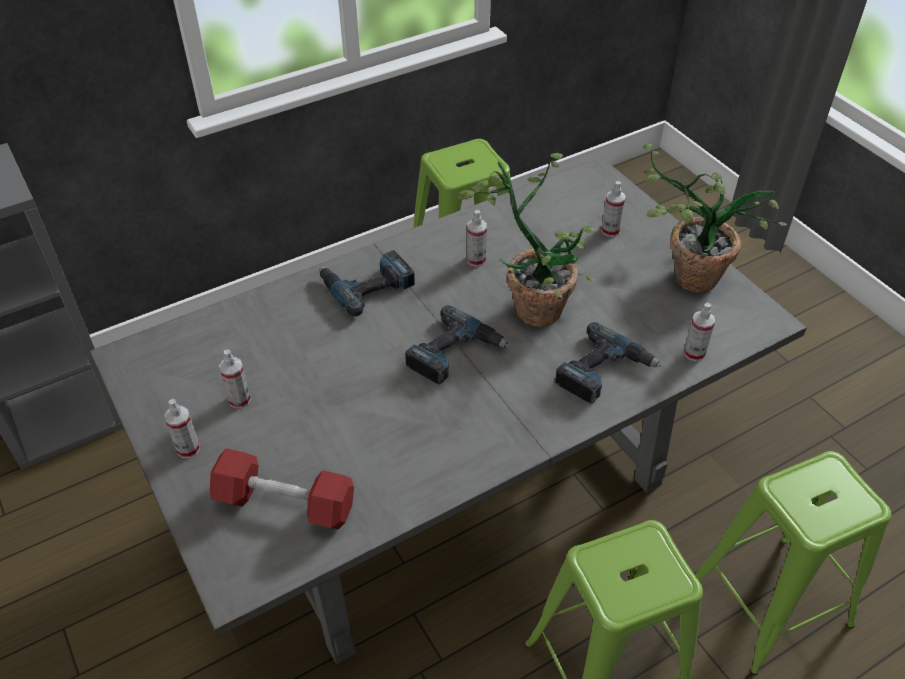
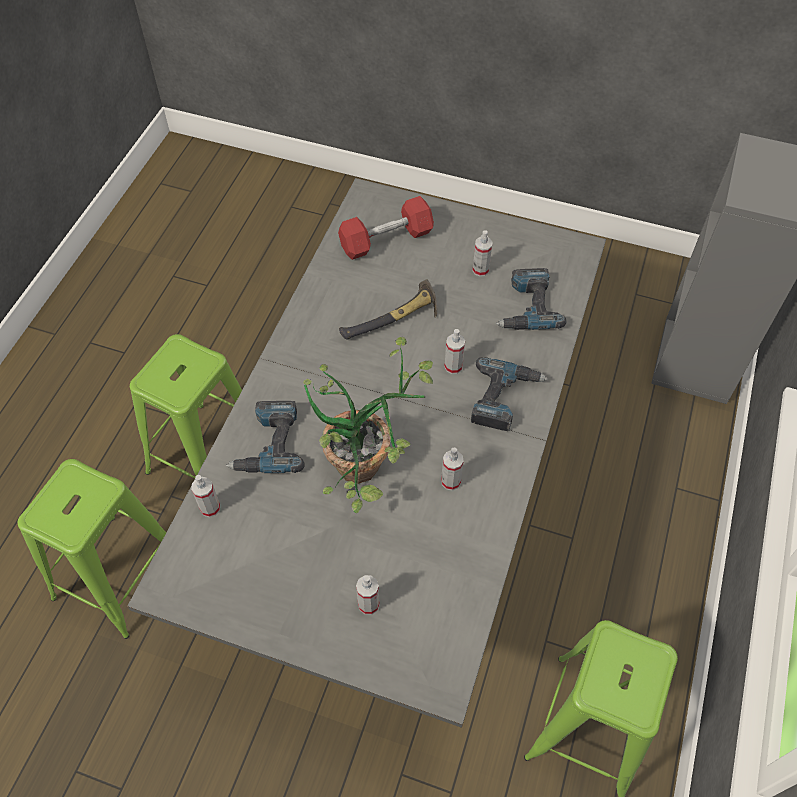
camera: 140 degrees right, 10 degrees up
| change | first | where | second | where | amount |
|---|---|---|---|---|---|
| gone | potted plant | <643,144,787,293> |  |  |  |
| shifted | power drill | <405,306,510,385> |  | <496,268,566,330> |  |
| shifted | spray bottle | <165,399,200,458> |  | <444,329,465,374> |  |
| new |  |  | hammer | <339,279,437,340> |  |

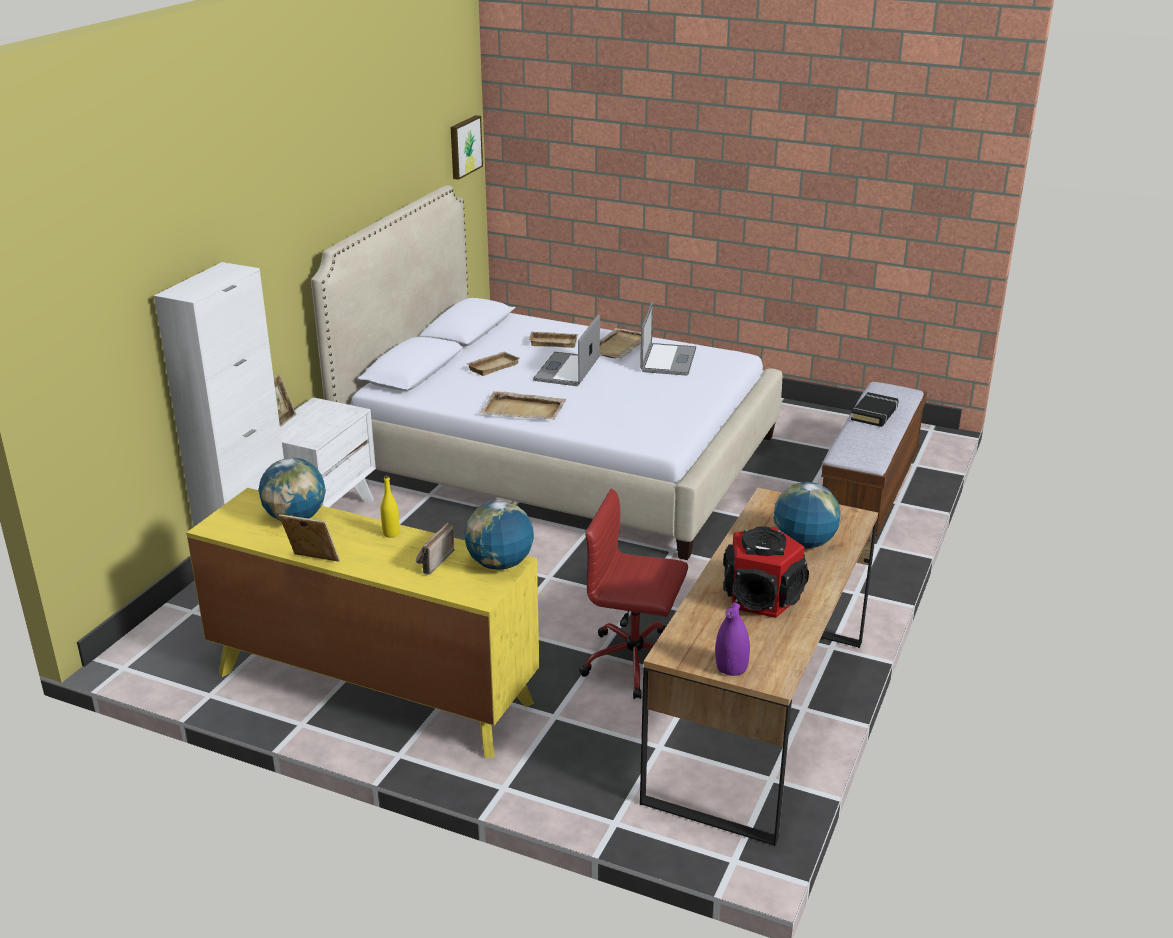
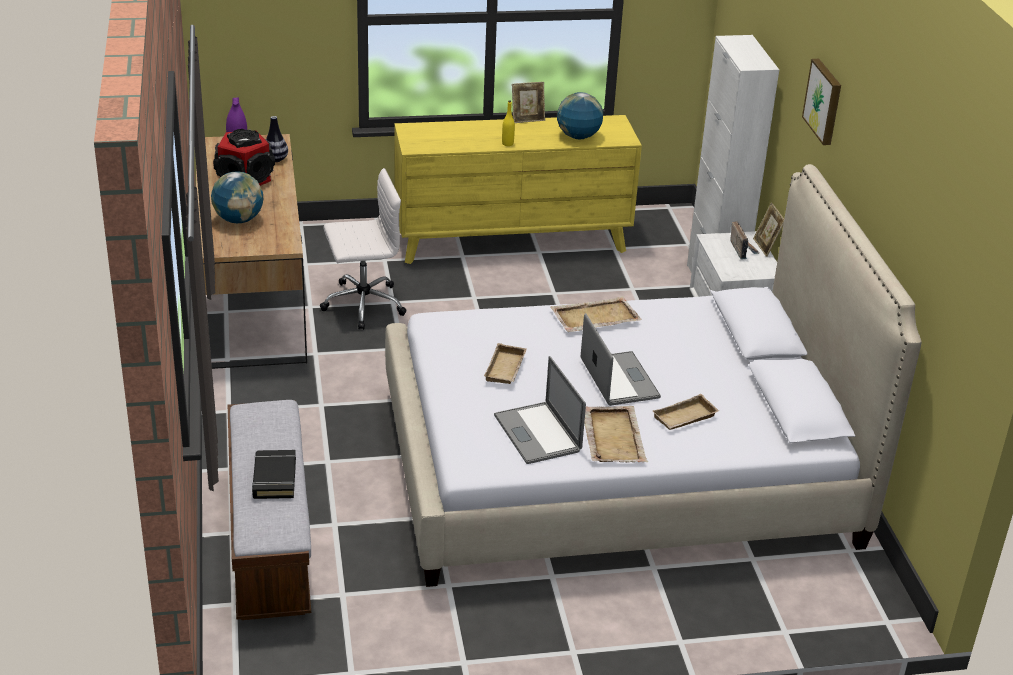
camera: 145 degrees right, 5 degrees up
| change | first | where | second | where | amount |
|---|---|---|---|---|---|
| shifted | picture | <451,115,483,180> |  | <802,59,841,145> |  |
| shifted | beige tray | <467,352,519,376> |  | <484,343,527,384> |  |
| repainted | red office chair | <579,489,688,699> | white office chair | <320,168,407,330> |  |
| gone | globe | <464,500,534,570> |  |  |  |
| shifted | radio | <416,523,455,575> |  | <730,221,760,260> |  |
| new |  |  | vase | <266,116,288,162> |  |

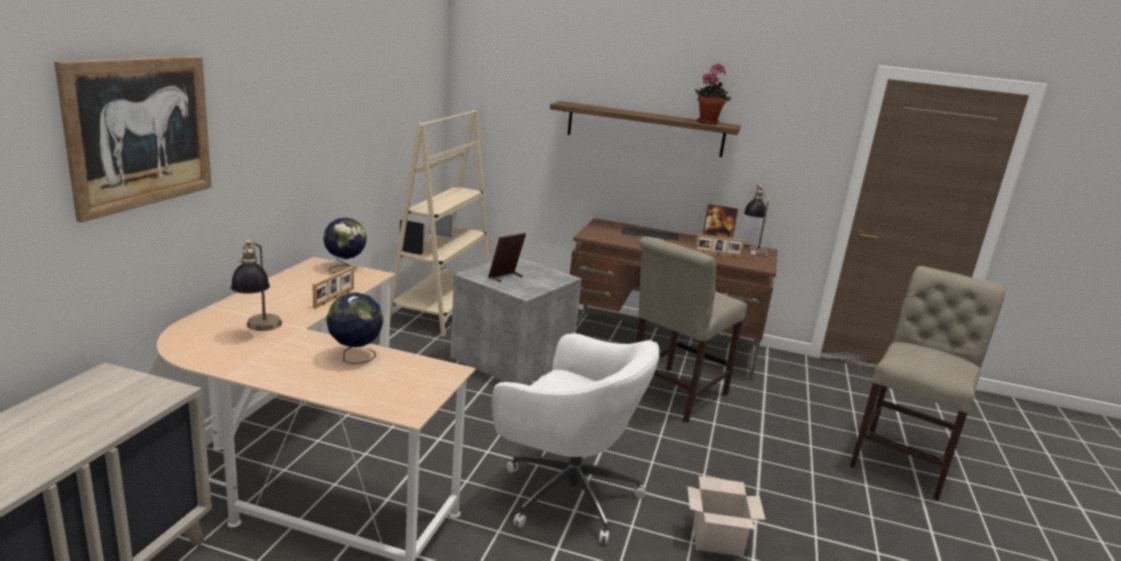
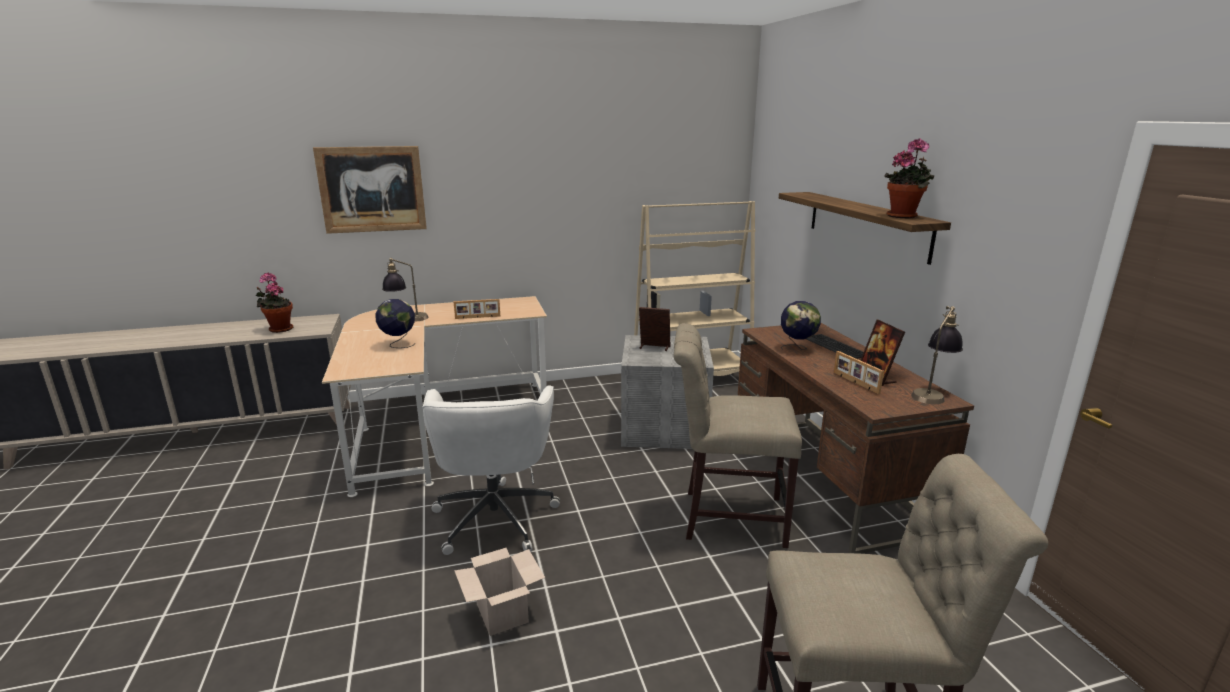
camera: 60 degrees right, 0 degrees up
| change | first | where | second | where | amount |
|---|---|---|---|---|---|
| shifted | globe | <323,217,367,274> |  | <781,301,821,350> |  |
| new |  |  | potted plant | <256,273,293,333> |  |

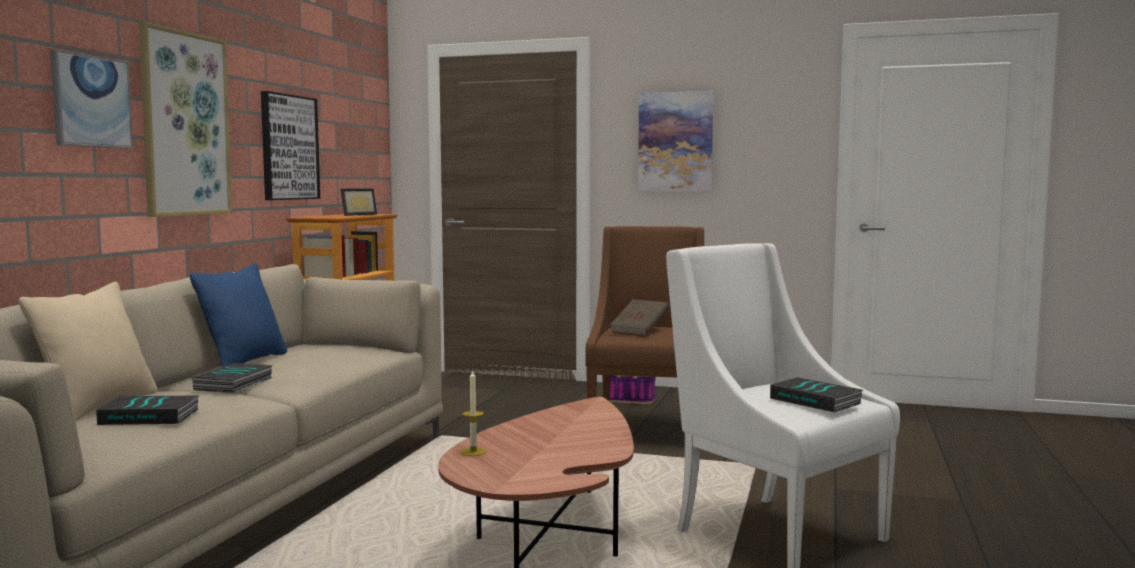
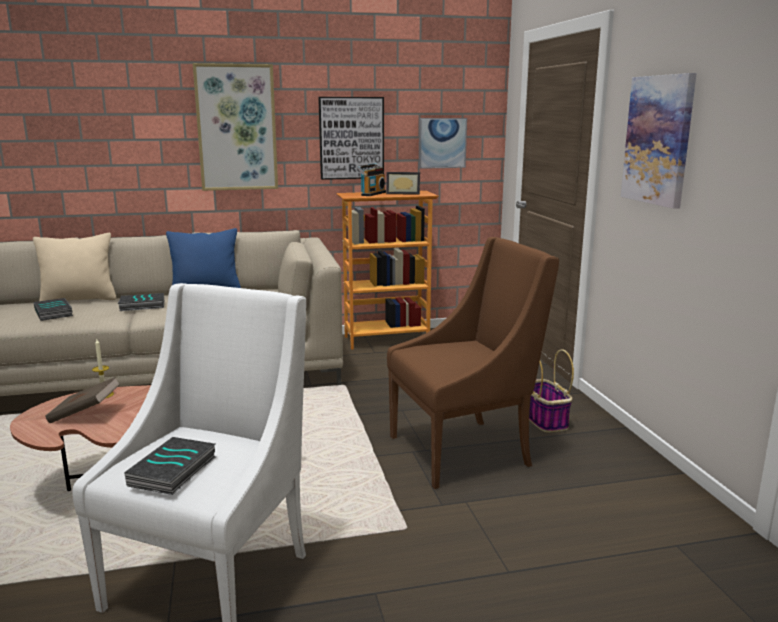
camera: 60 degrees right, 10 degrees up
| change | first | where | second | where | amount |
|---|---|---|---|---|---|
| shifted | picture | <50,49,133,149> |  | <419,118,467,169> |  |
| shifted | brown book | <610,299,669,335> |  | <45,377,120,423> |  |
| new |  |  | radio | <357,163,386,196> |  |

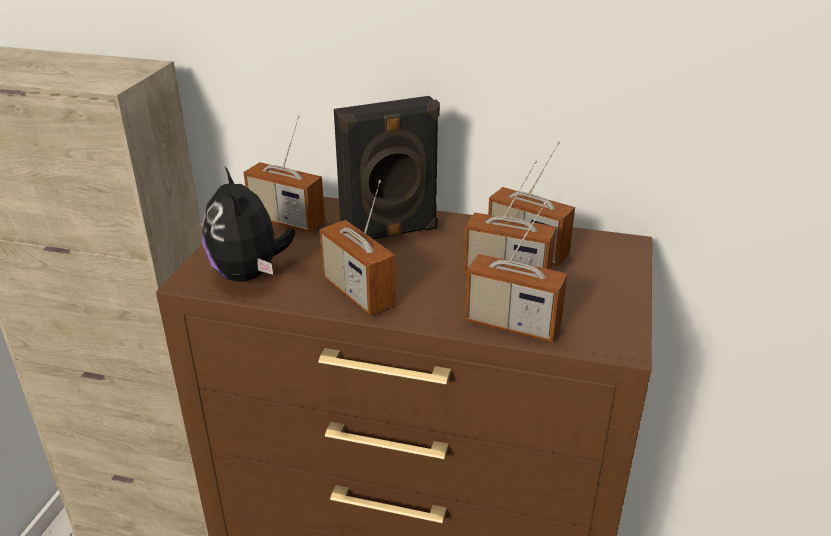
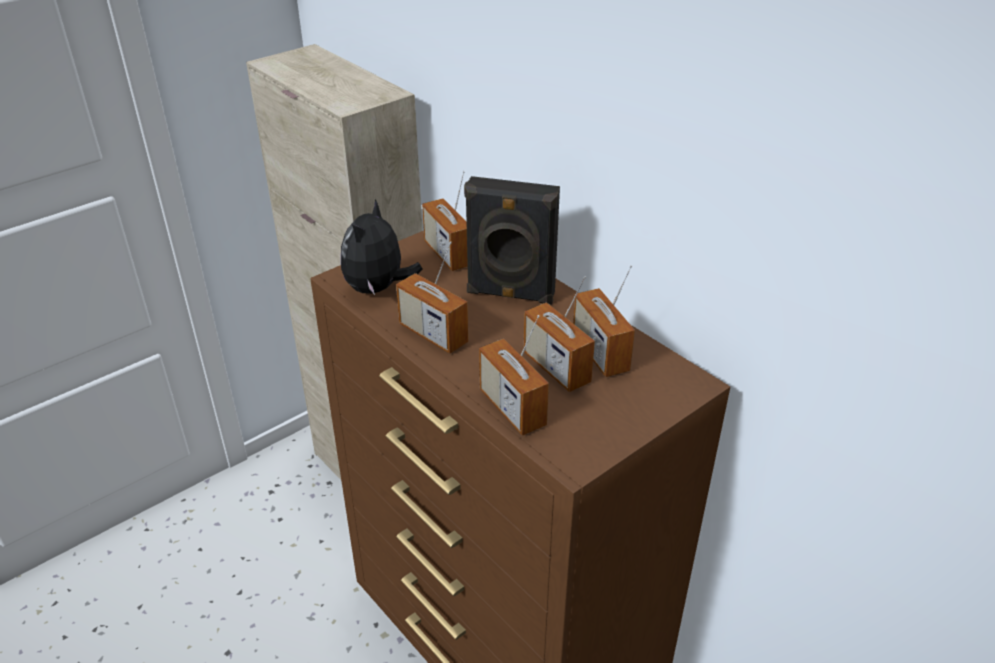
camera: 35 degrees right, 5 degrees up
| change | first | where | second | where | amount |
|---|---|---|---|---|---|
| rotated | radio | <320,180,396,316> |  | <396,241,468,353> | 45 degrees counterclockwise |

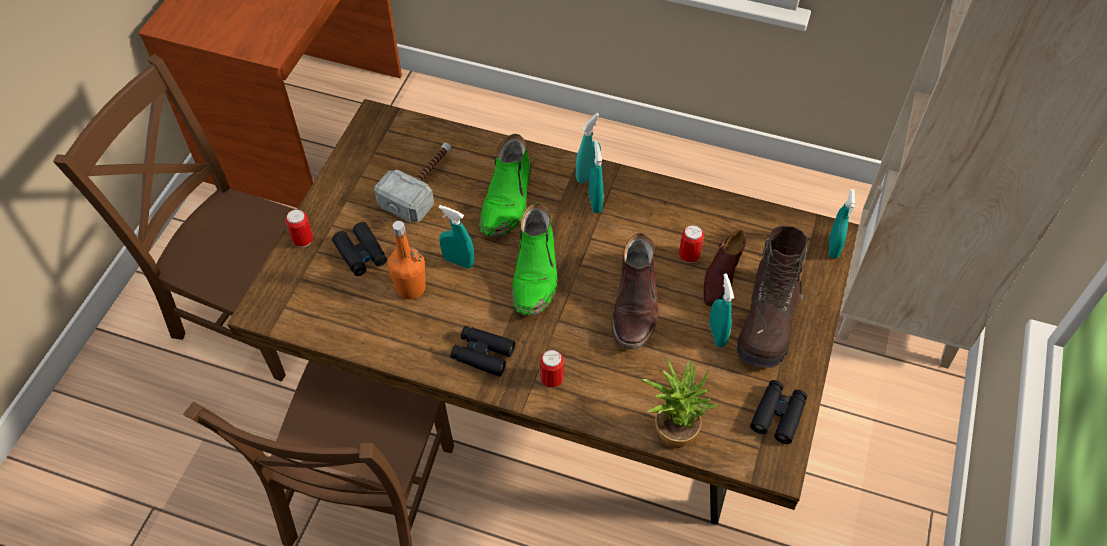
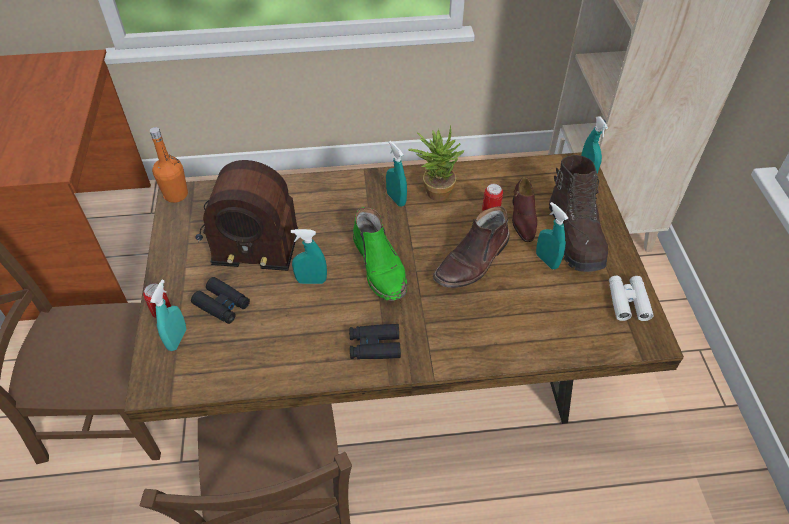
camera: 25 degrees left, 5 degrees down
| change | first | where | second | where | amount |
|---|---|---|---|---|---|
| shifted | turquoise spray bottle | <576,113,601,183> |  | <150,280,186,351> |  |
| gone | green boot | <479,134,531,237> |  |  |  |
| swapped | hammer | <374,143,451,223> | radio | <195,160,298,271> |  |
| shifted | orange bottle | <388,221,426,300> |  | <150,127,188,203> |  |
| rotated | brown boot | <611,233,658,349> |  | <433,206,510,288> | 60 degrees clockwise |
| gone | can | <540,350,564,388> |  |  |  |
| shifted | potted plant | <642,357,718,448> |  | <408,126,465,201> |  |
| repainted | black binoculars | <750,380,807,444> | white binoculars | <609,276,654,321> |  |

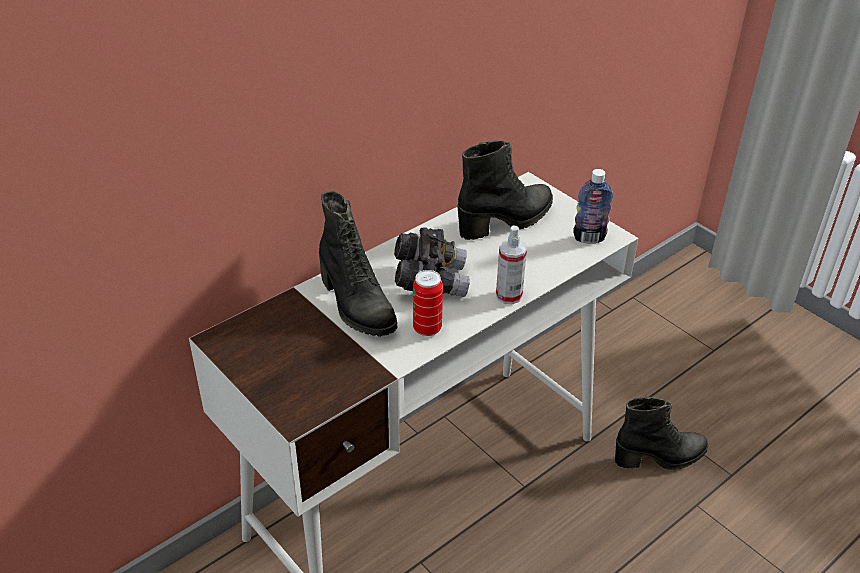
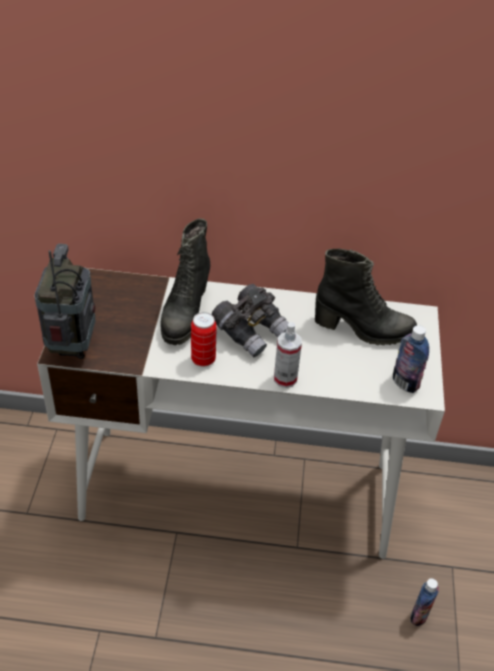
camera: 45 degrees right, 5 degrees up
| change | first | where | second | where | amount |
|---|---|---|---|---|---|
| swapped | black boot | <615,396,708,470> | bottle | <411,578,439,626> |  |
| new |  |  | radio | <35,244,96,359> |  |

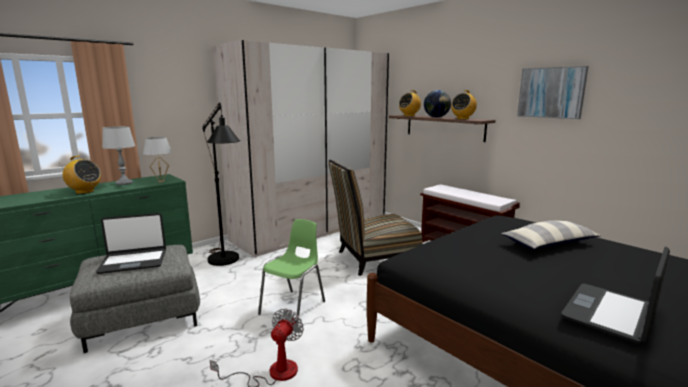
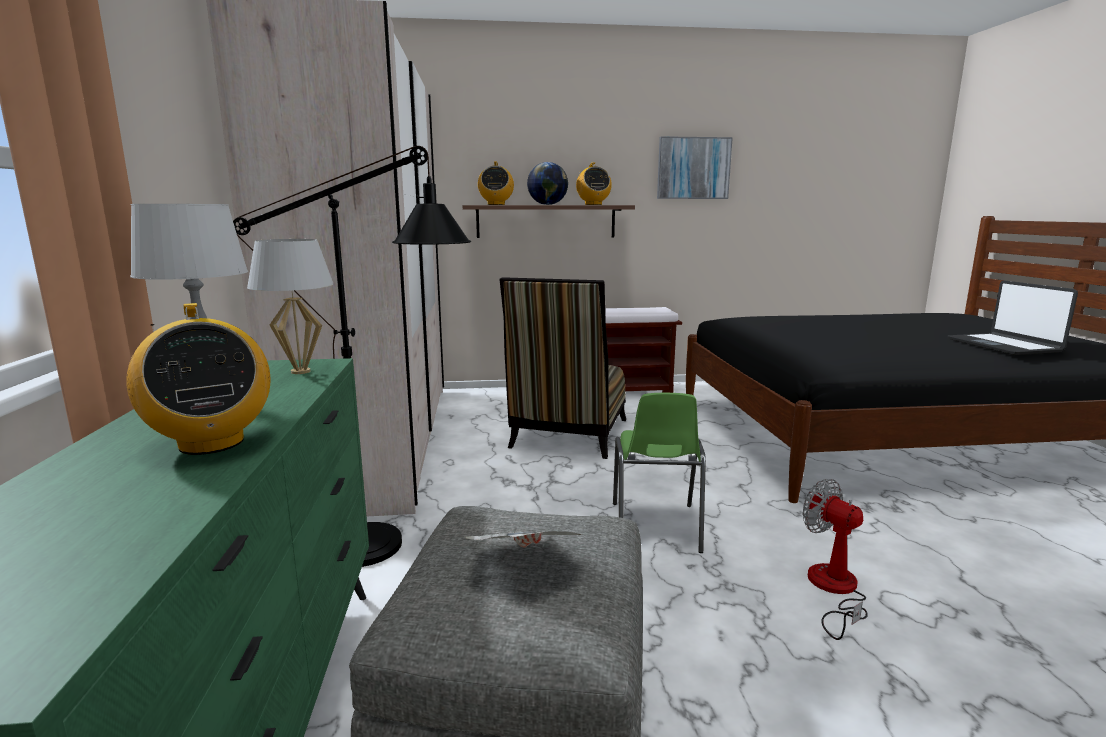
camera: 55 degrees left, 0 degrees up
| change | first | where | second | where | amount |
|---|---|---|---|---|---|
| rotated | radio | <61,156,101,194> |  | <126,303,271,455> | 90 degrees clockwise |
| swapped | laptop | <96,213,166,274> | newspaper | <464,531,582,548> |  |
| rotated | green chair | <258,219,325,327> |  | <613,393,706,553> | 150 degrees counterclockwise |
| gone | pillow | <501,221,601,249> |  |  |  |

